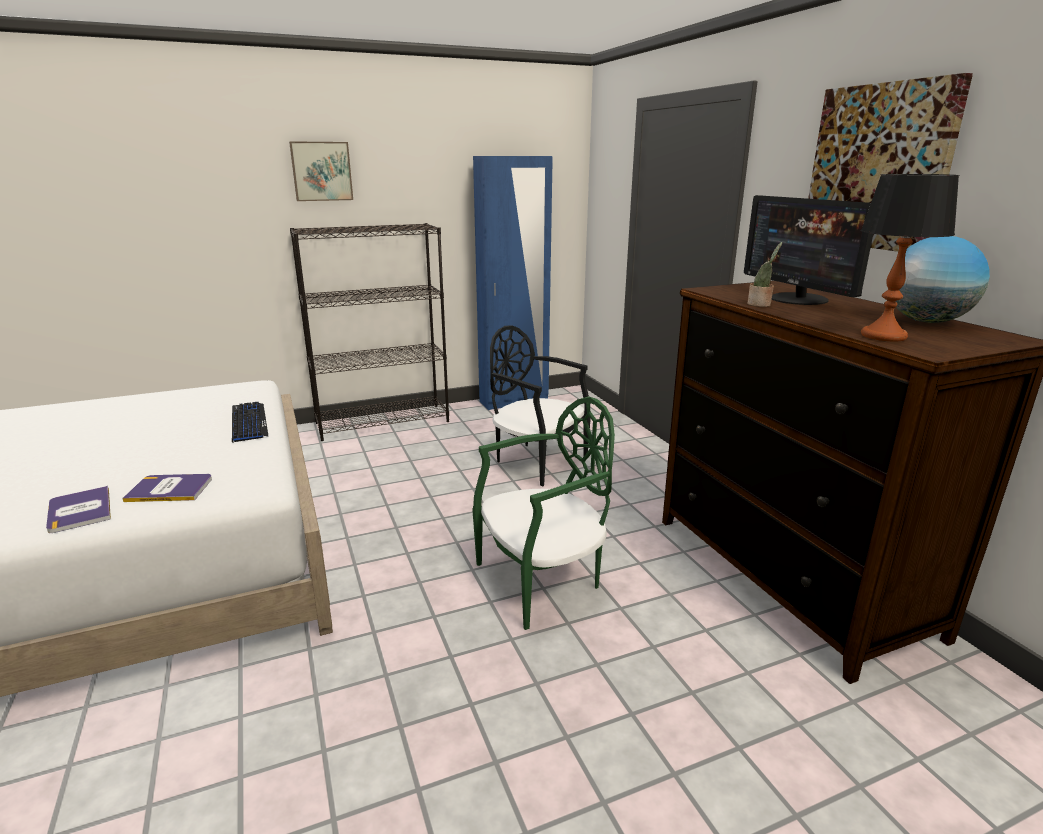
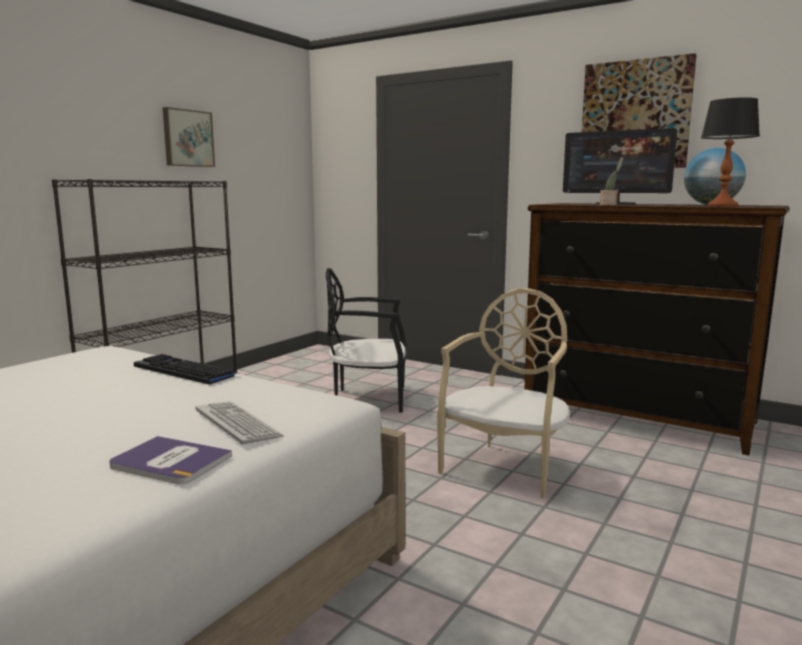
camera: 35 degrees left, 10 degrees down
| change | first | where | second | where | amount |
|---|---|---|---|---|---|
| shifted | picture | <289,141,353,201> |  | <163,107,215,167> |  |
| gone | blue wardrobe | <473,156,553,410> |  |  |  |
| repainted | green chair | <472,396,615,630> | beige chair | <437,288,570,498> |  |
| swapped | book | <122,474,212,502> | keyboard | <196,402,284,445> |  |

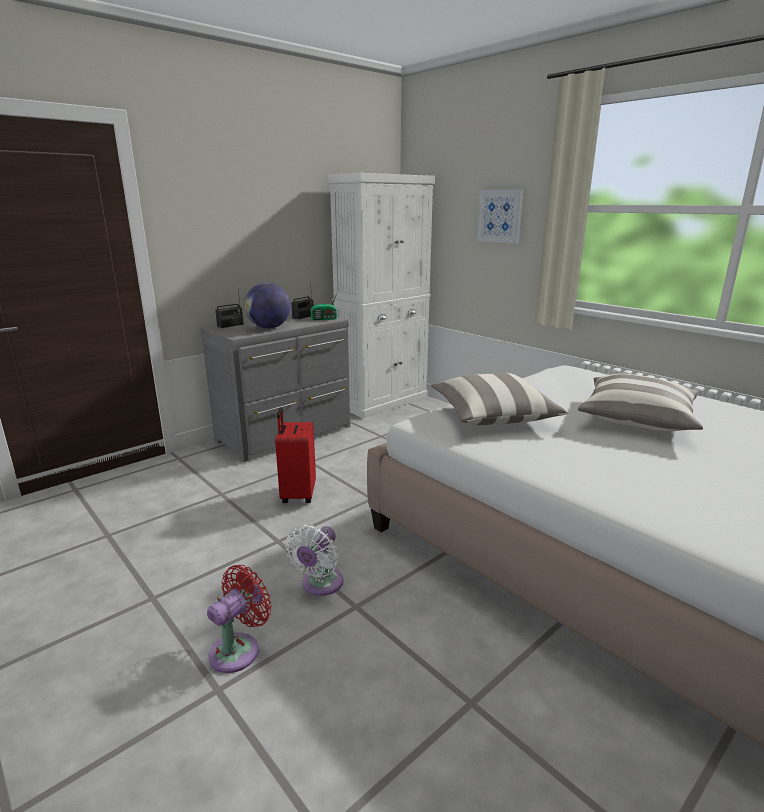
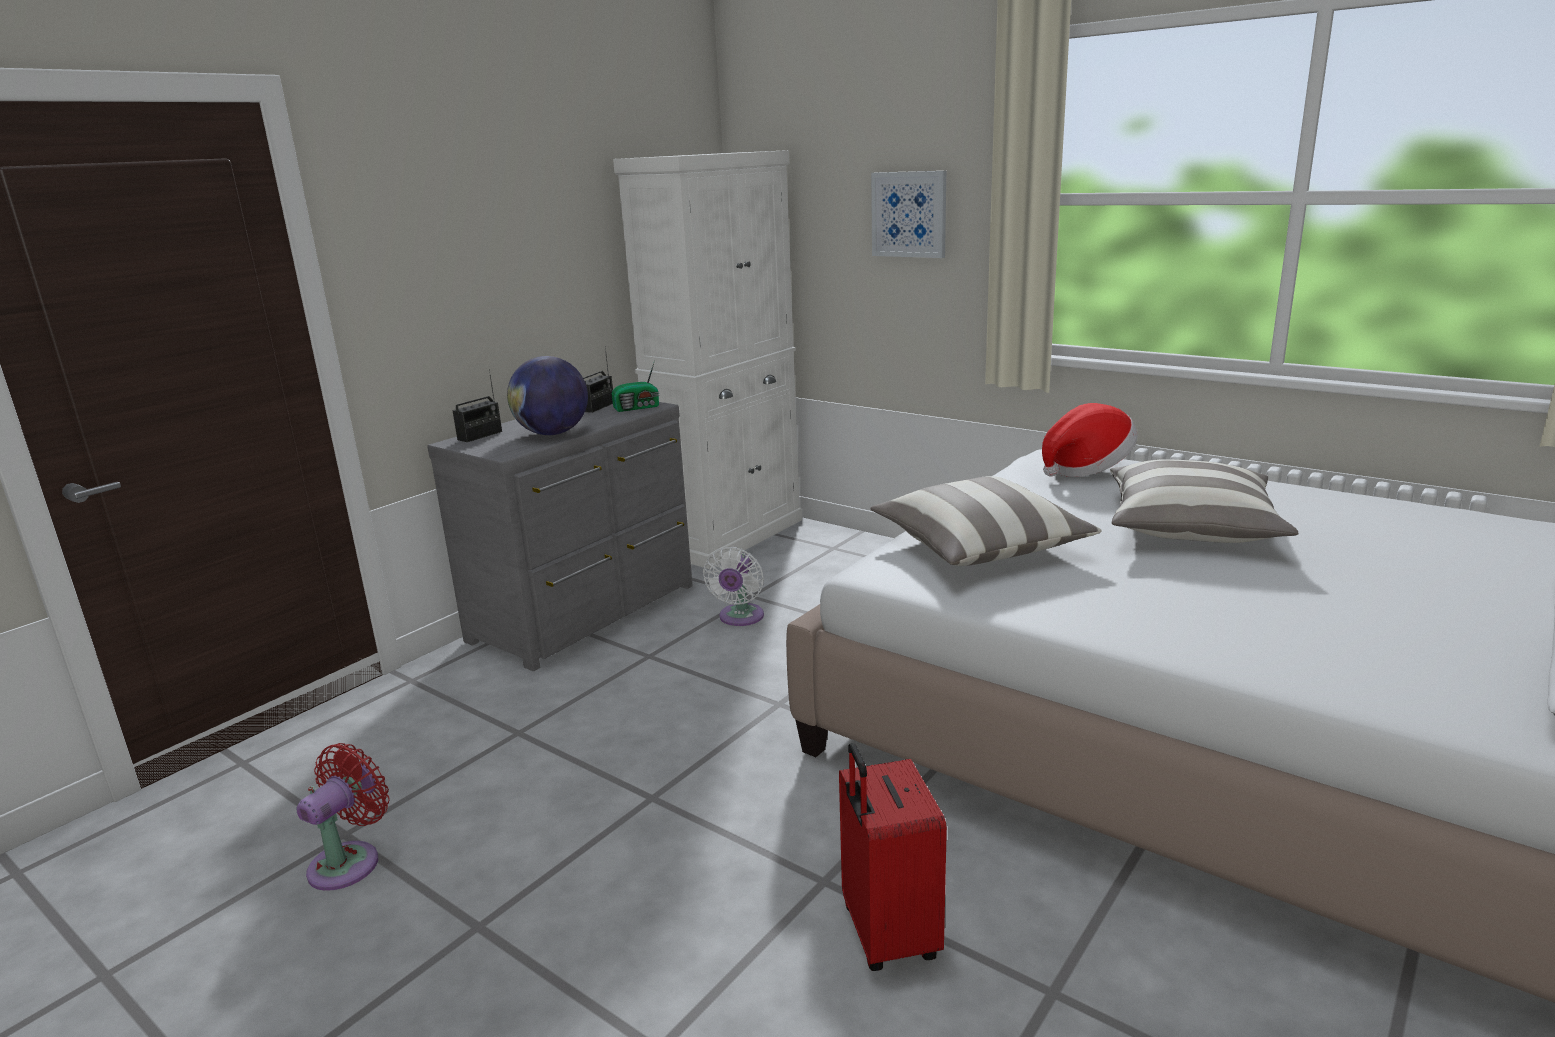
camera: 10 degrees left, 0 degrees up
| change | first | where | second | where | amount |
|---|---|---|---|---|---|
| shifted | red suitcase | <275,407,316,503> |  | <839,743,947,971> |  |
| shifted | white fan | <285,525,344,596> |  | <703,547,764,626> |  |
| shifted | red fan | <207,565,272,673> |  | <297,743,390,891> |  |
| new |  |  | hat | <1042,403,1138,477> |  |

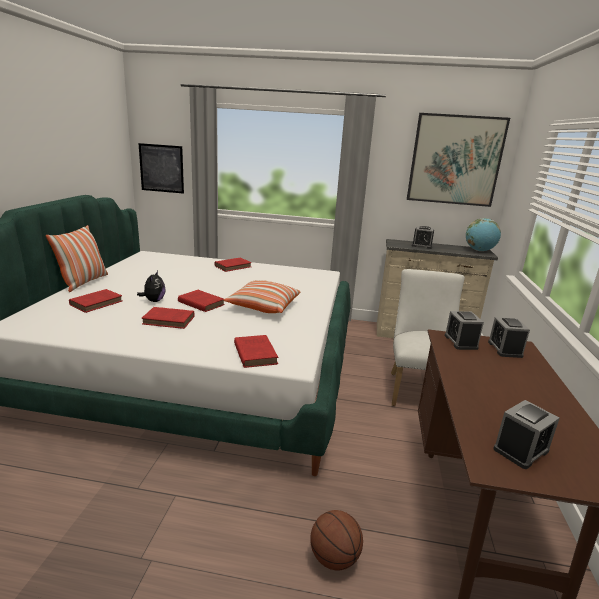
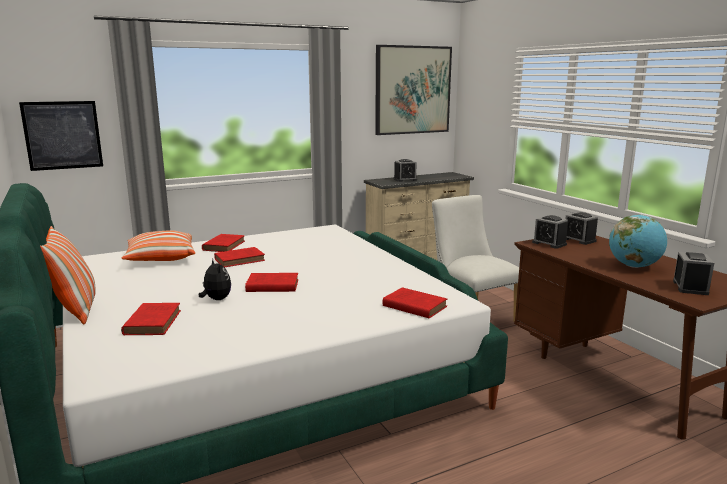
camera: 35 degrees left, 5 degrees down
| change | first | where | second | where | amount |
|---|---|---|---|---|---|
| shifted | globe | <466,218,501,251> |  | <609,214,667,268> |  |
| shifted | pillow | <224,280,300,313> |  | <122,230,195,261> |  |
| shifted | red book | <142,307,194,329> |  | <214,247,265,267> |  |
| gone | basketball | <310,510,363,571> |  |  |  |

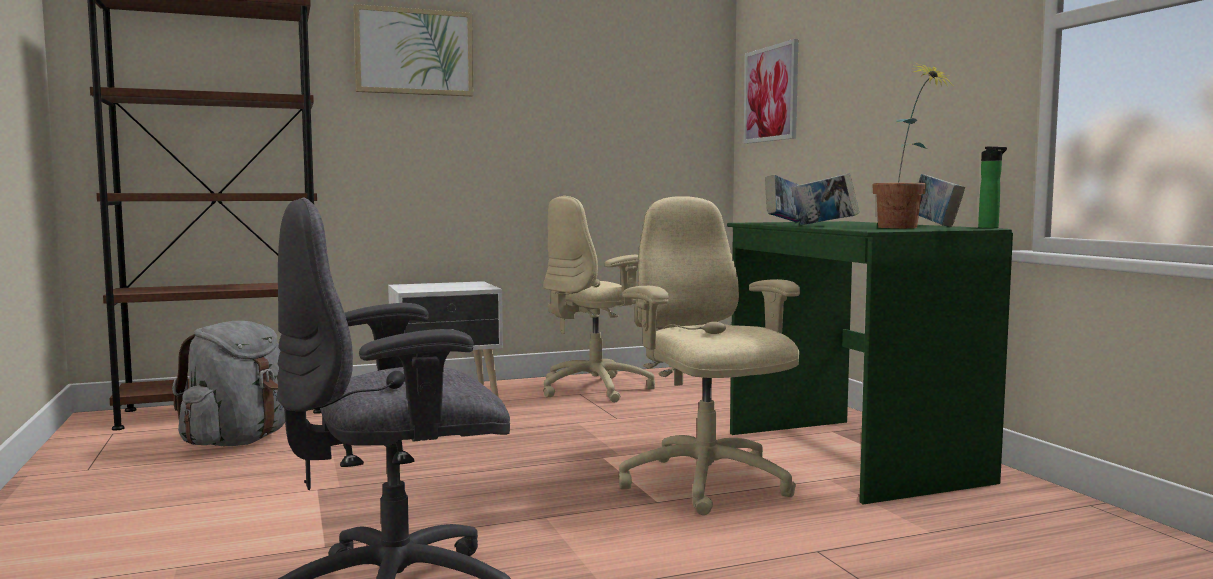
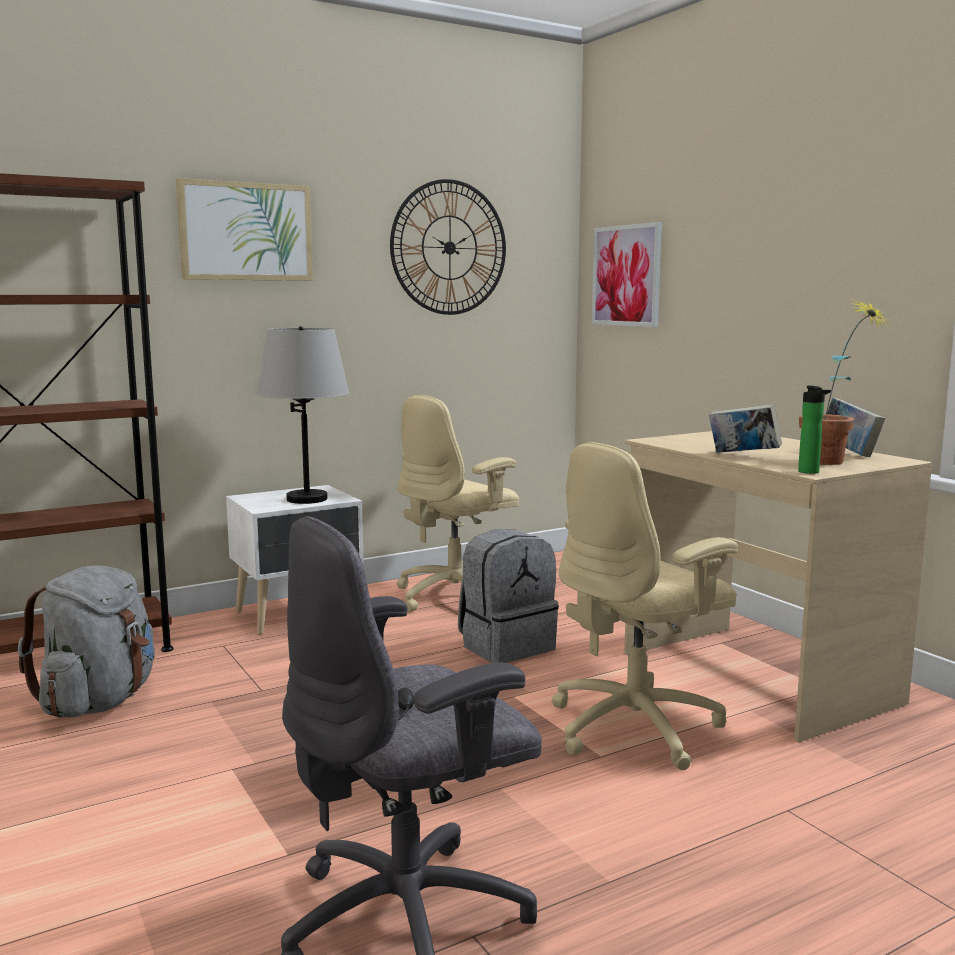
camera: 10 degrees left, 5 degrees up
| change | first | where | second | where | amount |
|---|---|---|---|---|---|
| shifted | bottle | <978,146,1007,228> |  | <798,386,831,474> |  |
| gone | book | <765,175,799,223> |  |  |  |
| rotated | beige office chair | <619,196,800,515> |  | <551,442,738,770> | 90 degrees counterclockwise |
| repainted | green desk | <727,221,1013,505> | beige desk | <624,431,932,742> |  |
| new |  |  | wall clock | <390,179,506,315> |  |
| new |  |  | grey table lamp | <256,326,349,504> |  |
| new |  |  | grey backpack | <458,529,559,663> |  |

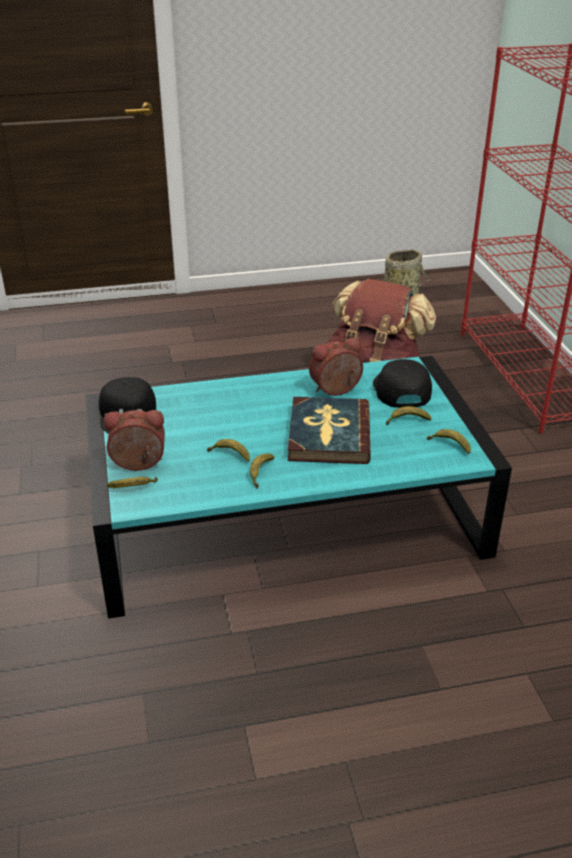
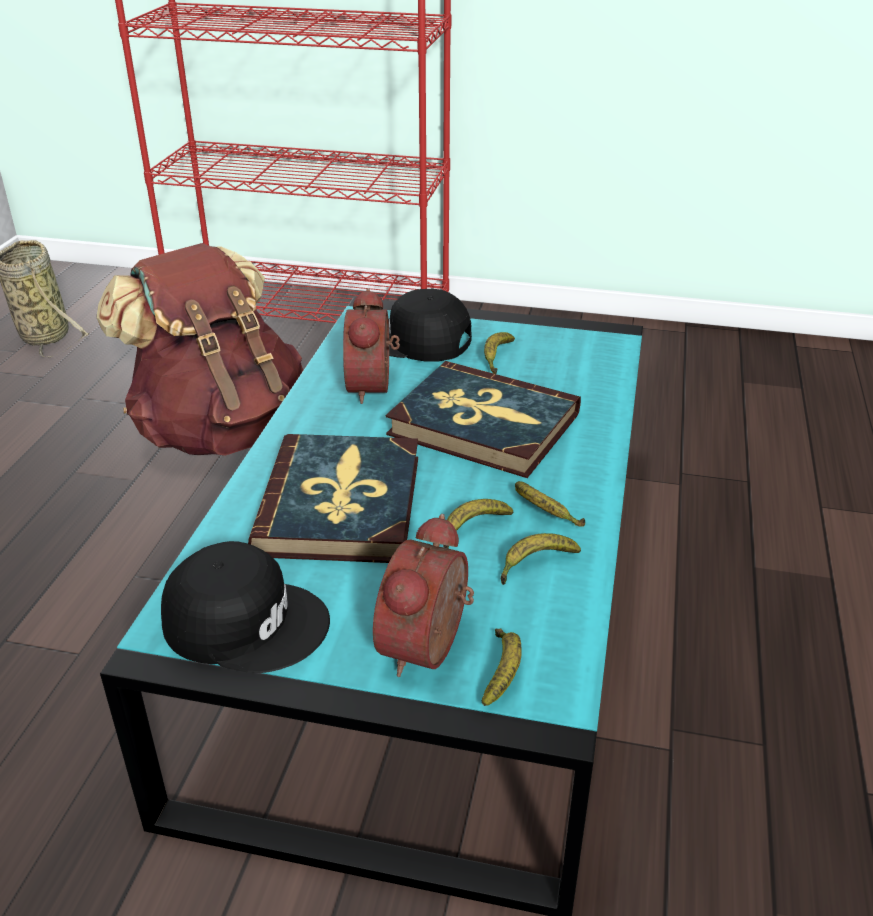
camera: 65 degrees left, 0 degrees up
| change | first | where | second | where | amount |
|---|---|---|---|---|---|
| shifted | banana | <427,429,471,454> |  | <500,533,581,585> |  |
| new |  |  | book | <248,434,418,563> |  |

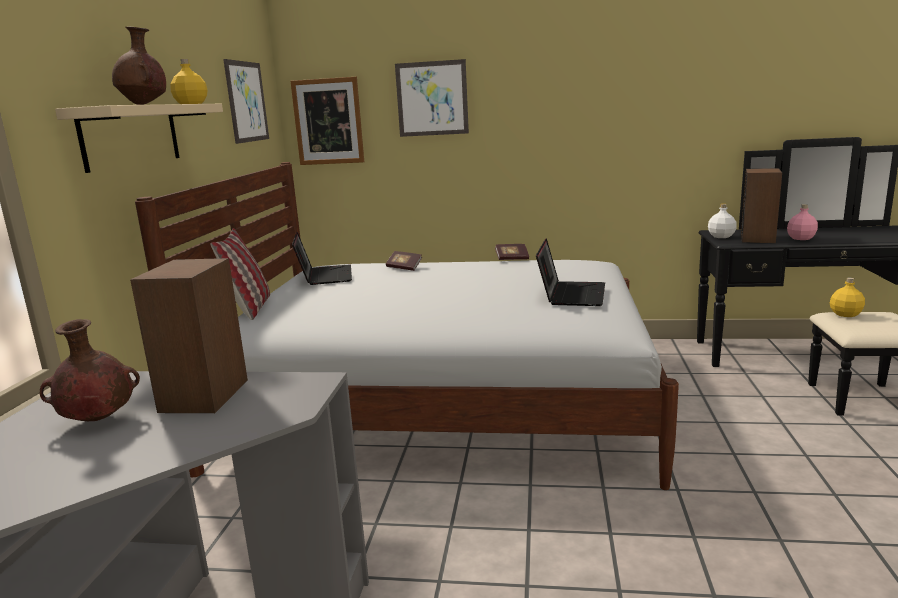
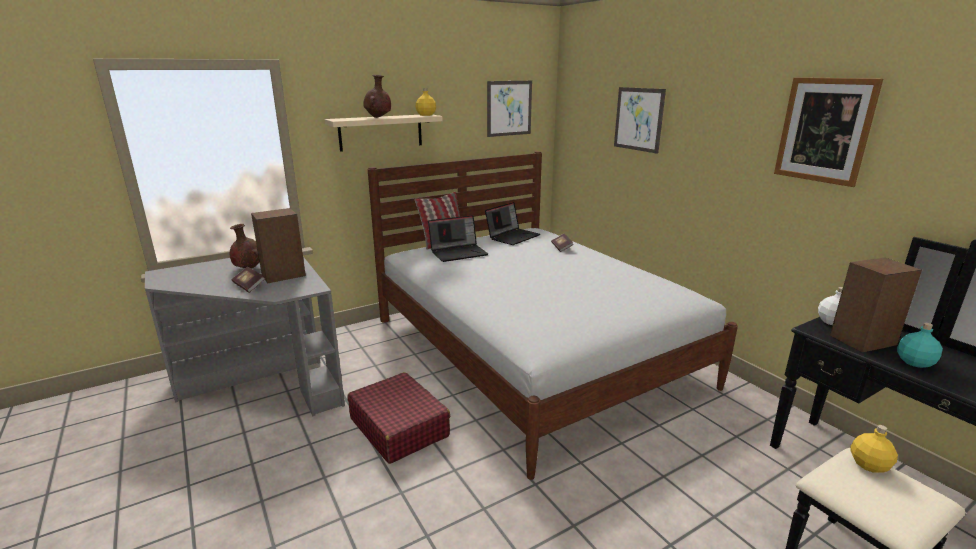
camera: 50 degrees right, 5 degrees up
| change | first | where | second | where | amount |
|---|---|---|---|---|---|
| shifted | picture | <290,77,364,165> |  | <774,77,883,187> |  |
| repainted | pink bottle | <787,204,818,240> | turquoise bottle | <897,323,943,368> |  |
| shifted | laptop | <536,238,605,306> |  | <428,215,488,262> |  |
| shifted | book | <495,244,529,260> |  | <232,267,265,293> |  |
| new |  |  | red suitcase | <348,372,450,464> |  |

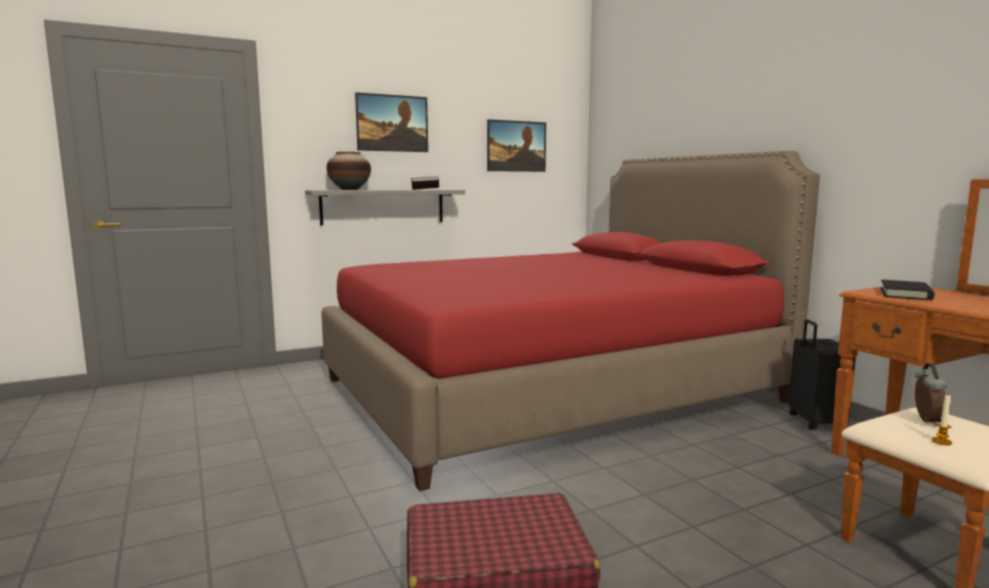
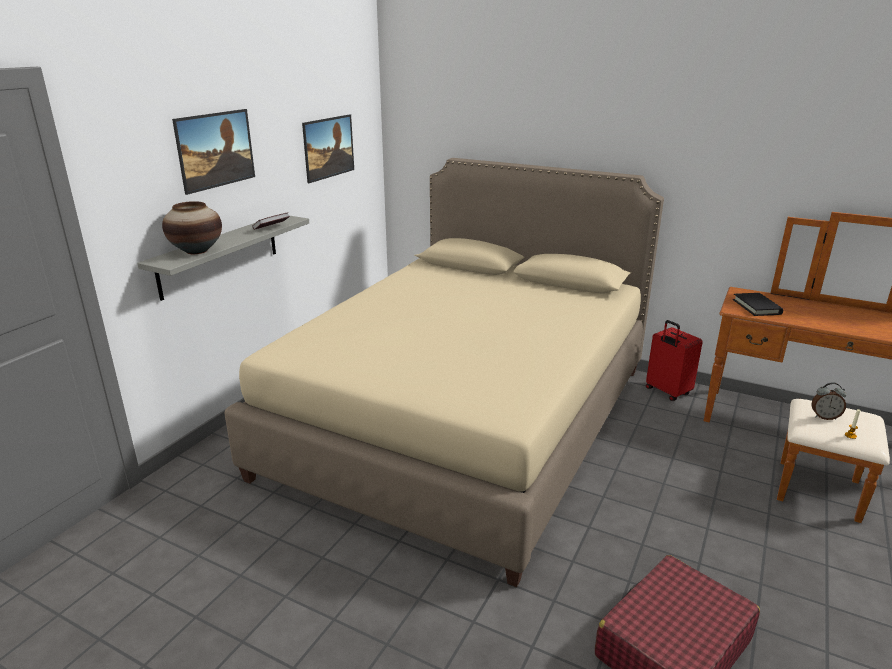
camera: 35 degrees left, 15 degrees up
| change | first | where | second | where | amount |
|---|---|---|---|---|---|
| repainted | red bed | <321,151,820,491> | beige bed | <224,158,664,587> |  |
| repainted | black suitcase | <789,319,856,430> | red suitcase | <646,320,703,401> |  |
| rotated | alarm clock | <915,363,947,427> |  | <812,382,847,420> | 120 degrees clockwise |

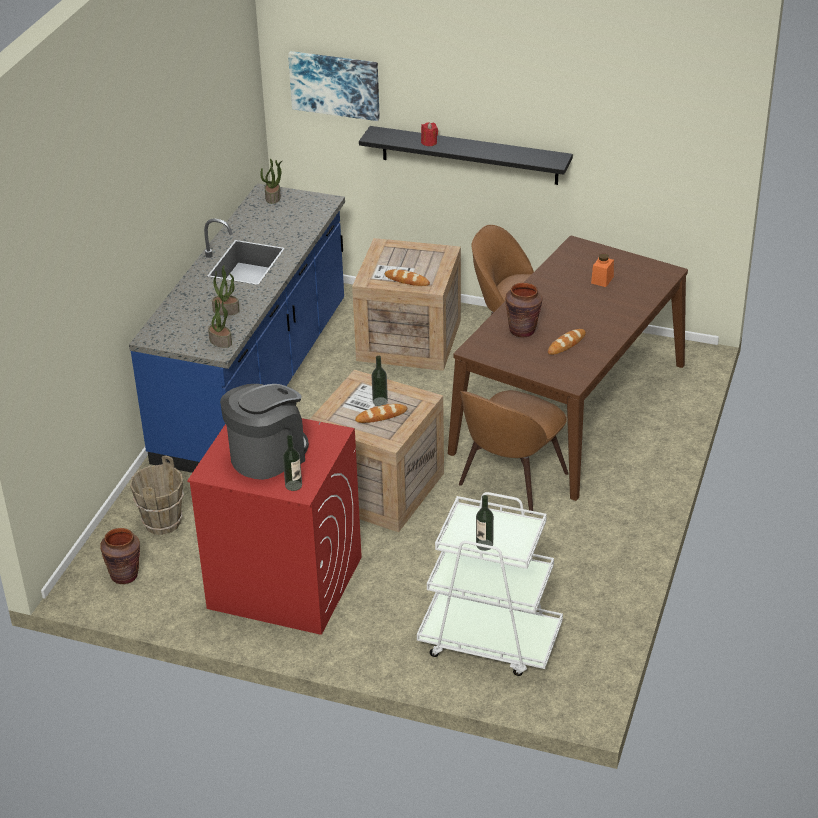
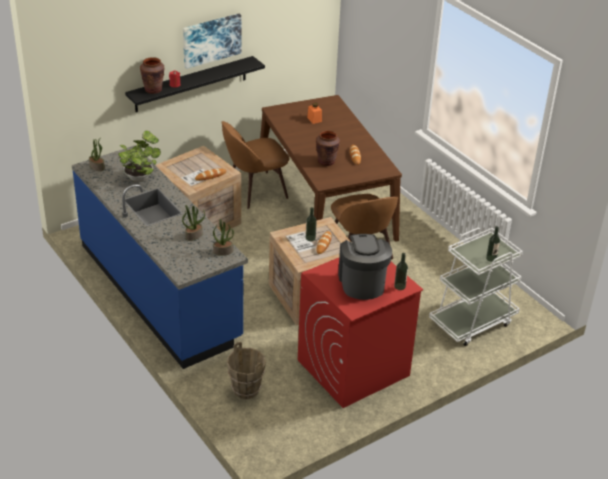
camera: 55 degrees left, 0 degrees up
| change | first | where | second | where | amount |
|---|---|---|---|---|---|
| shifted | picture | <288,51,380,121> |  | <183,14,241,69> |  |
| shifted | brown vase | <100,528,140,584> |  | <140,57,165,94> |  |
| new |  |  | potted plant | <118,131,161,182> |  |

